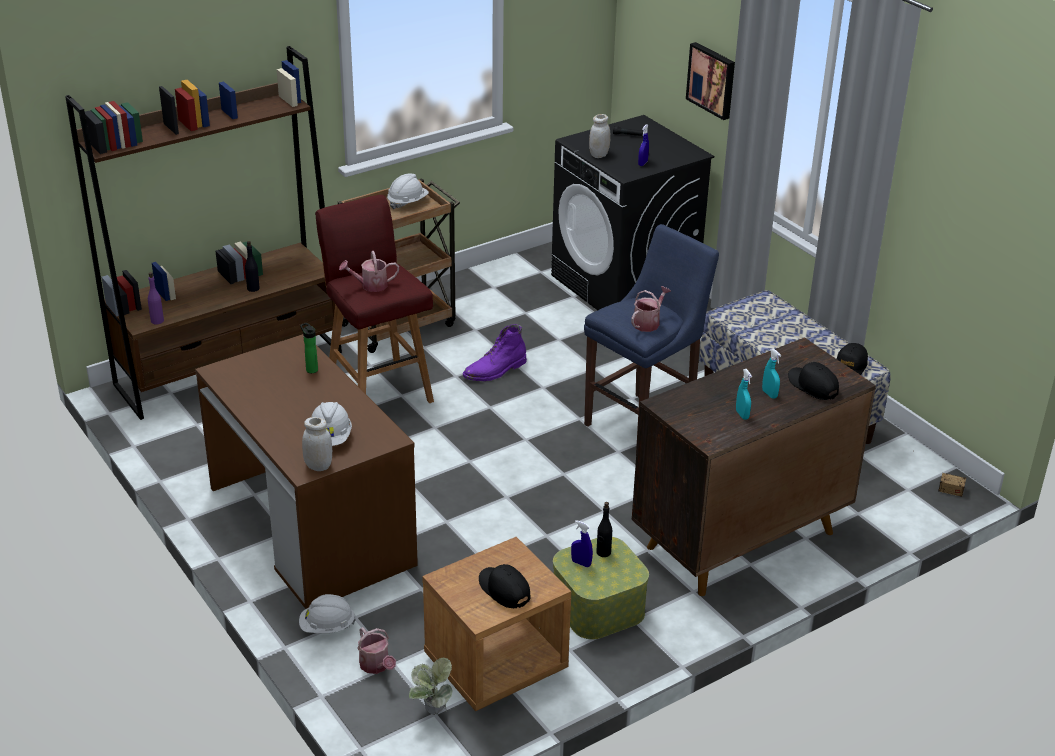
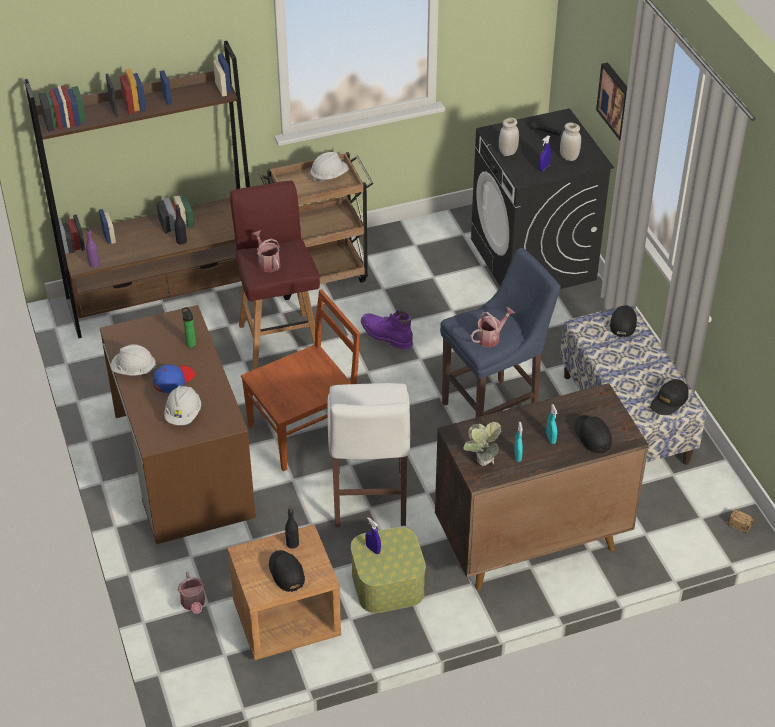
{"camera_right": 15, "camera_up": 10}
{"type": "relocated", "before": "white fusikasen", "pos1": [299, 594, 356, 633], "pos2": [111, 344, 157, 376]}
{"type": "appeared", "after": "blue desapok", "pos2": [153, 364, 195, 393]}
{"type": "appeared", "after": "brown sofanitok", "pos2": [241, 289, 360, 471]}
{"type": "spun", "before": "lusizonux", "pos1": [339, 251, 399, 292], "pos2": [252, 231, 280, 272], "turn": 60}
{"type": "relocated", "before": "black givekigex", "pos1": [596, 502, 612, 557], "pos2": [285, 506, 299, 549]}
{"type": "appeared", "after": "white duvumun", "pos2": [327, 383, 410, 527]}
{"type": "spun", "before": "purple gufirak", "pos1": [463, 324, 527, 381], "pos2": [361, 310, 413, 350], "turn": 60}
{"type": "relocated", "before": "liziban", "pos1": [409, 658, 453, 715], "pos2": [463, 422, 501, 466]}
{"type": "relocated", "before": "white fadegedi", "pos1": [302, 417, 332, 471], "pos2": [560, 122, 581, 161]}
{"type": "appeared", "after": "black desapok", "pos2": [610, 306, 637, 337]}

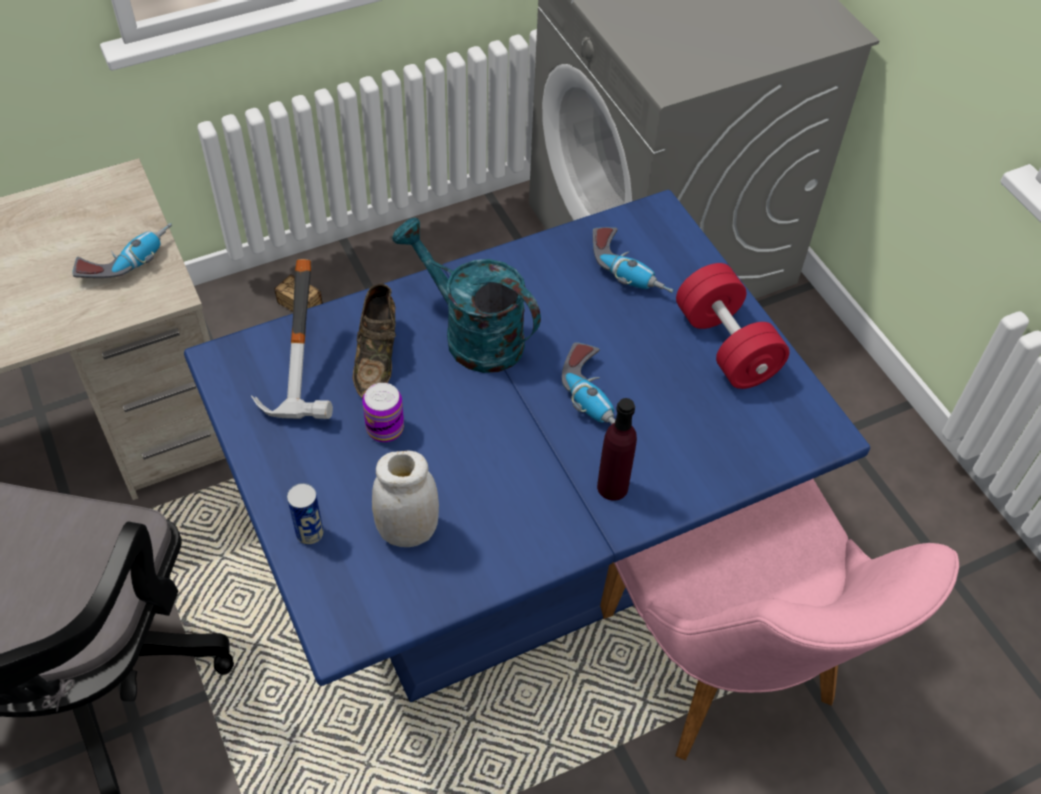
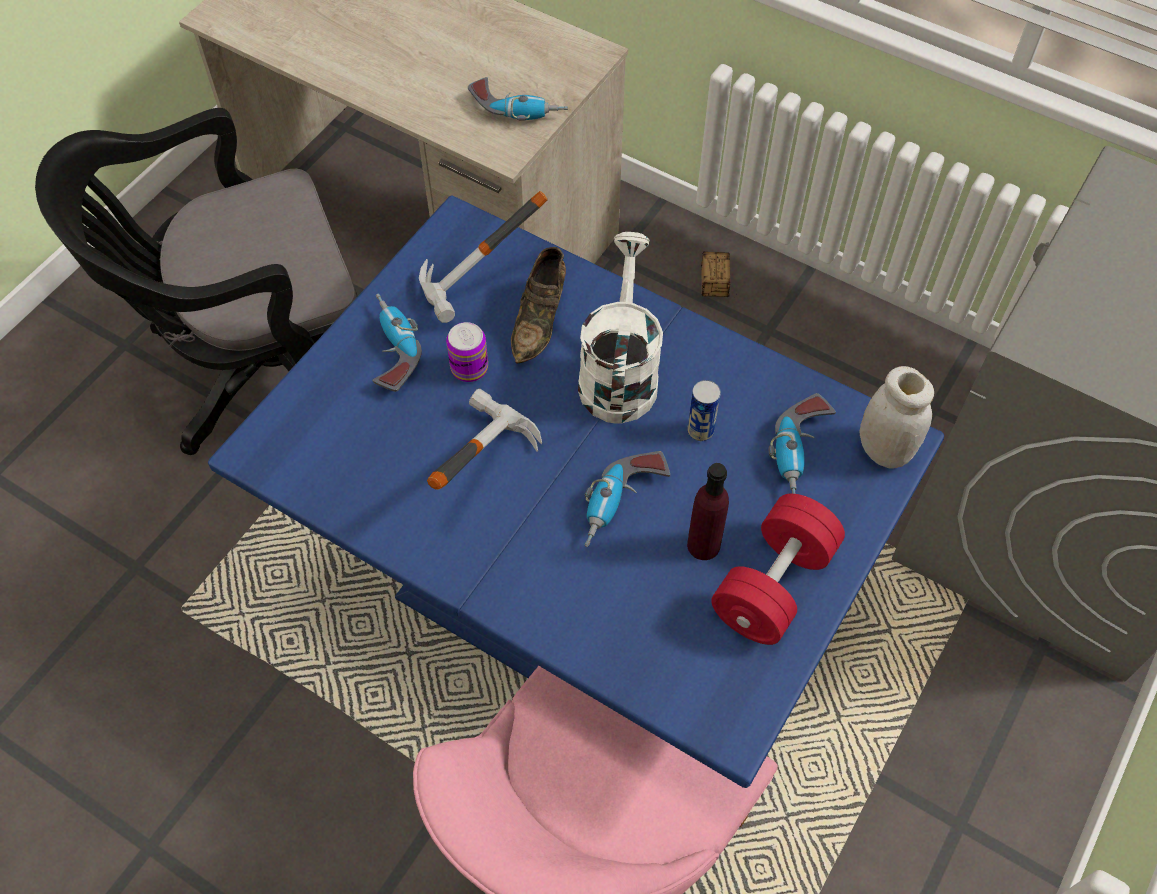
{"camera_right": 60, "camera_up": 5}
{"type": "appeared", "after": "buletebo", "pos2": [372, 294, 422, 392]}
{"type": "appeared", "after": "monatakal", "pos2": [427, 389, 542, 490]}
{"type": "spun", "before": "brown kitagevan", "pos1": [353, 283, 396, 399], "pos2": [511, 247, 566, 364], "turn": -45}
{"type": "colour", "before": "turquoise lusizonux", "after": "white lusizonux", "pos1": [392, 217, 541, 373], "pos2": [578, 232, 663, 423]}
{"type": "relocated", "before": "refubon", "pos1": [287, 483, 324, 545], "pos2": [687, 380, 721, 441]}
{"type": "relocated", "before": "purple givekigex", "pos1": [597, 398, 637, 501], "pos2": [687, 463, 729, 560]}
{"type": "relocated", "before": "white fadegedi", "pos1": [372, 450, 439, 547], "pos2": [860, 366, 934, 469]}

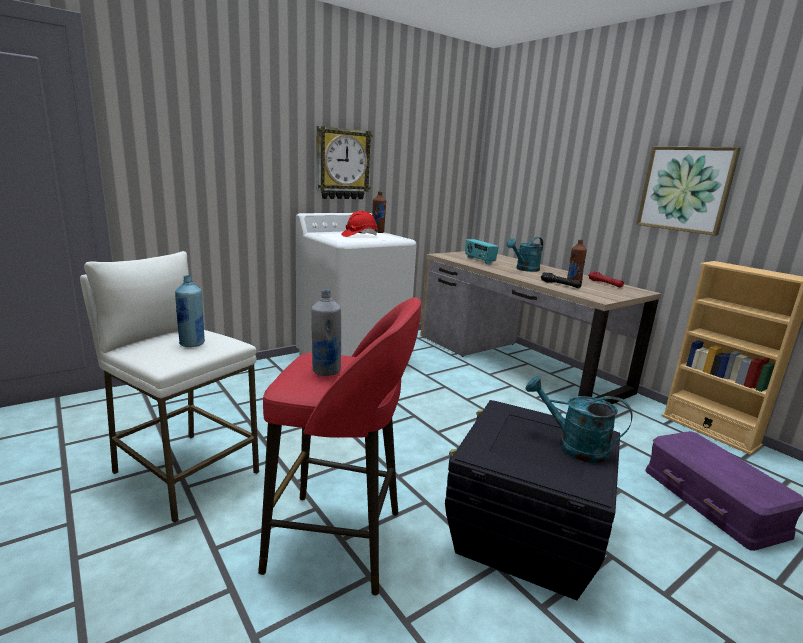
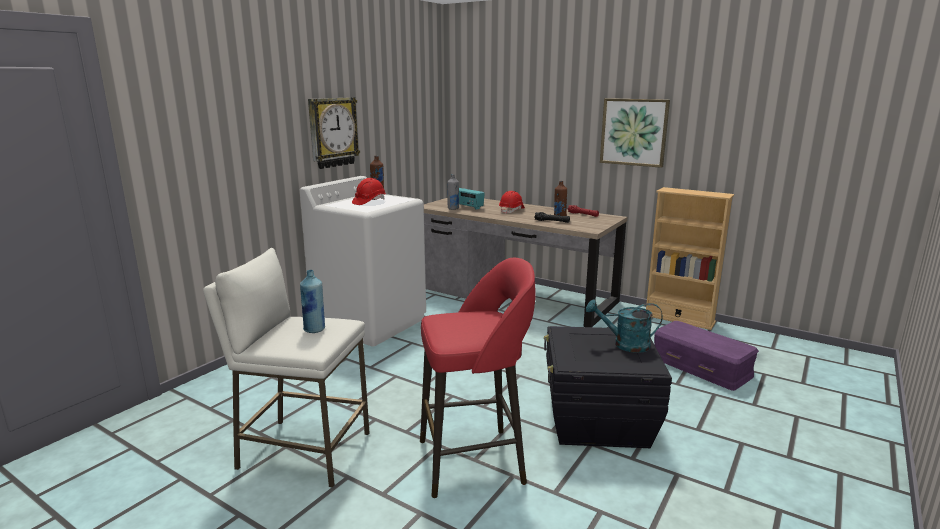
{"camera_right": -20, "camera_up": 0}
{"type": "relocated", "before": "grey givekigex", "pos1": [311, 289, 341, 376], "pos2": [447, 174, 459, 210]}
{"type": "exchanged", "before": "turquoise lusizonux", "after": "red fusikasen", "pos1": [506, 237, 543, 272], "pos2": [499, 191, 525, 214]}

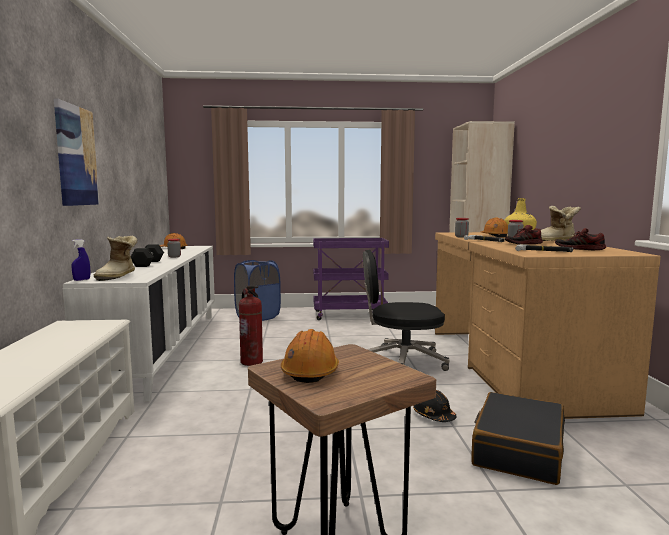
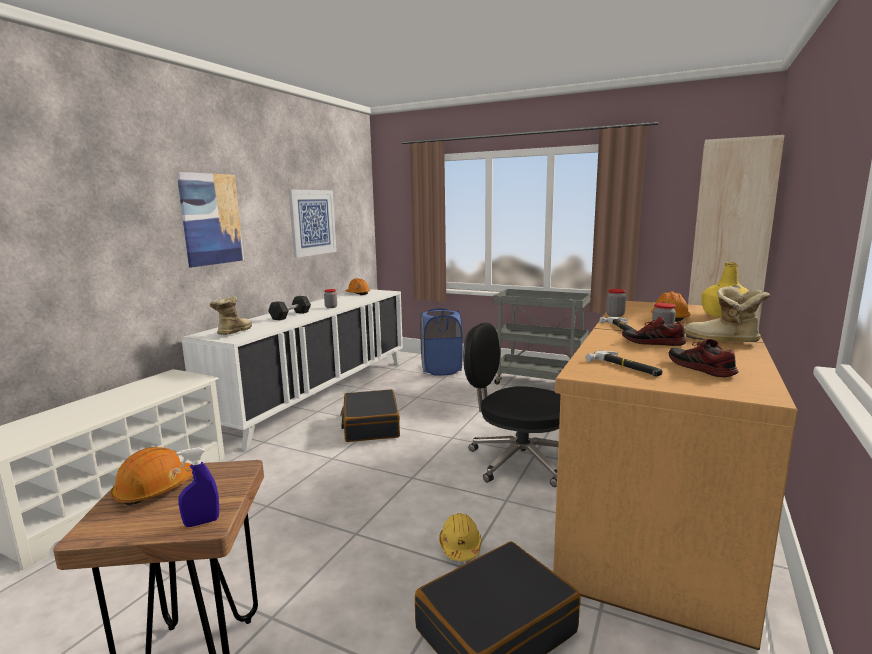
{"camera_right": 30, "camera_up": 5}
{"type": "relocated", "before": "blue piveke", "pos1": [71, 239, 90, 281], "pos2": [177, 447, 219, 527]}
{"type": "spun", "before": "gufirak", "pos1": [94, 236, 137, 281], "pos2": [210, 296, 252, 335], "turn": 150}
{"type": "appeared", "after": "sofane", "pos2": [289, 189, 337, 258]}
{"type": "exchanged", "before": "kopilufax", "after": "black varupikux", "pos1": [239, 286, 263, 366], "pos2": [340, 389, 400, 442]}
{"type": "colour", "before": "black fusikasen", "after": "yellow fusikasen", "pos1": [413, 390, 457, 422], "pos2": [439, 513, 482, 561]}
{"type": "colour", "before": "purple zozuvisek", "after": "grey zozuvisek", "pos1": [313, 238, 389, 320], "pos2": [493, 289, 590, 384]}

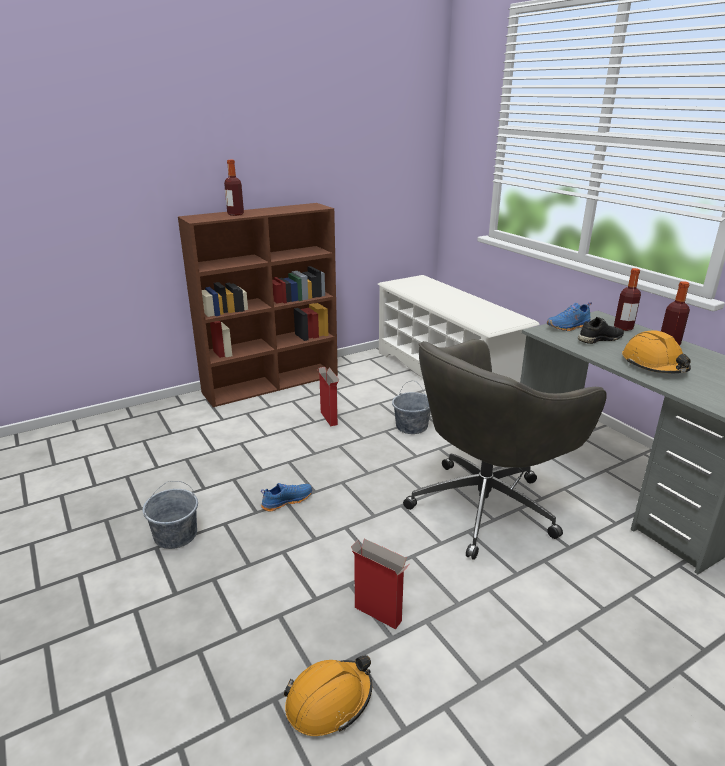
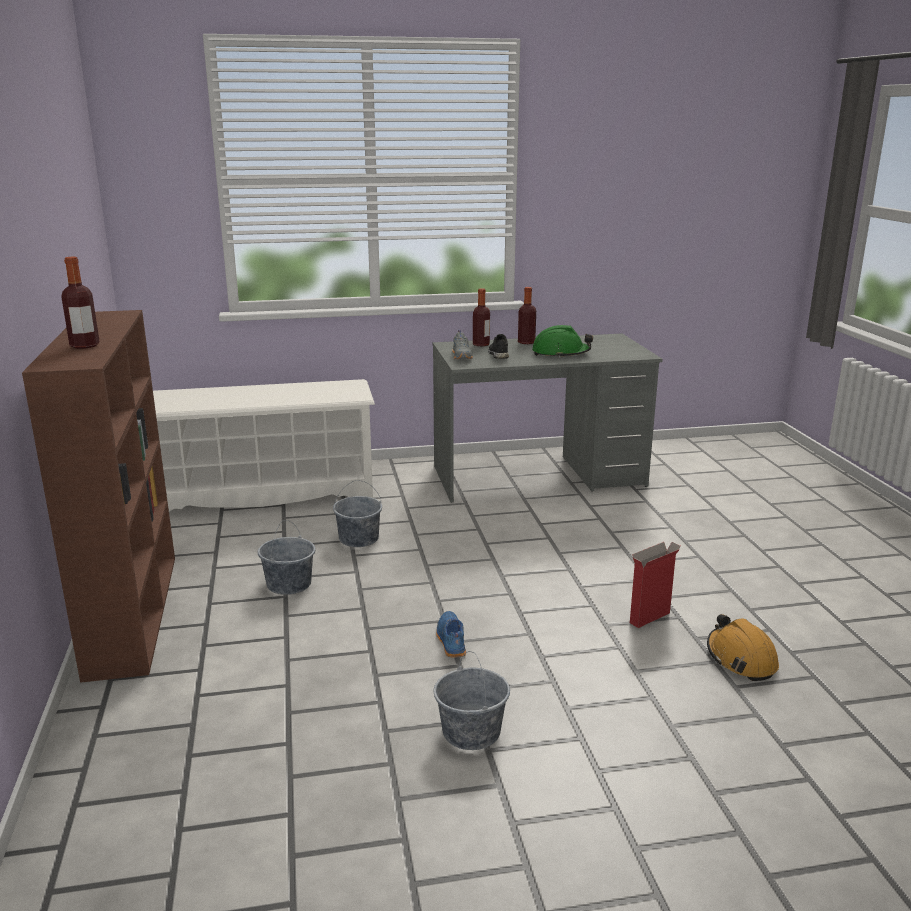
{"camera_right": -70, "camera_up": -5}
{"type": "exchanged", "before": "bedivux", "after": "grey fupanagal", "pos1": [317, 367, 340, 426], "pos2": [258, 520, 315, 595]}
{"type": "colour", "before": "blue kitagevan", "after": "grey kitagevan", "pos1": [547, 302, 592, 331], "pos2": [452, 330, 473, 359]}
{"type": "colour", "before": "orange fusikasen", "after": "green fusikasen", "pos1": [622, 330, 691, 373], "pos2": [532, 325, 593, 358]}
{"type": "missing", "before": "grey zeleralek", "pos1": [403, 339, 607, 560]}

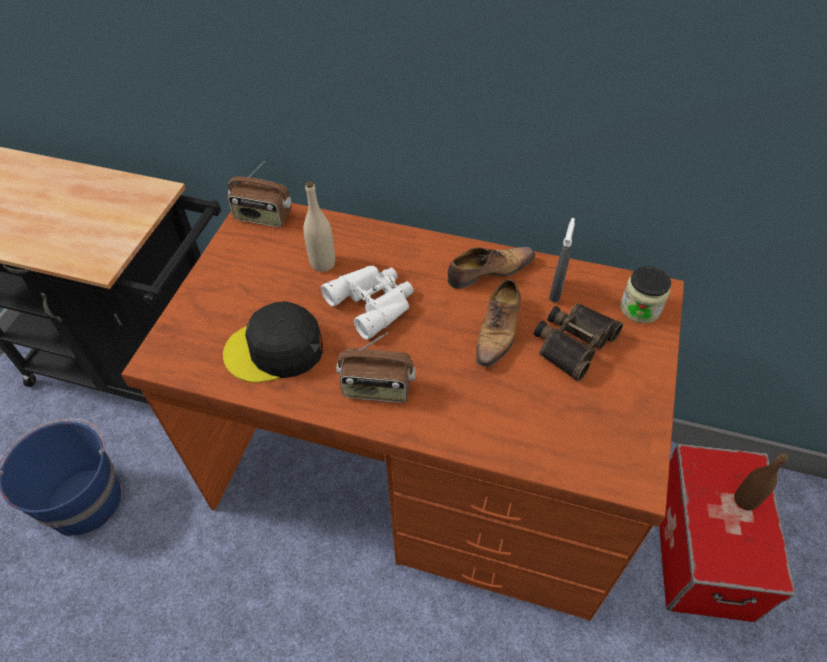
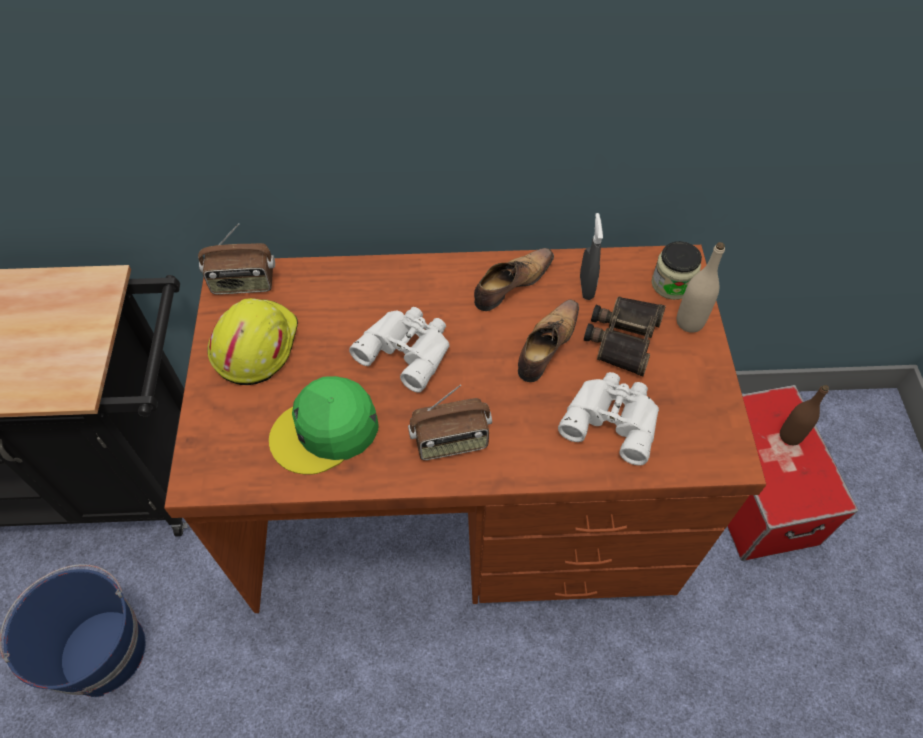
{"camera_right": -20, "camera_up": 5}
{"type": "appeared", "after": "yellow fusikasen", "pos2": [207, 298, 298, 385]}
{"type": "colour", "before": "black desapok", "after": "green desapok", "pos1": [223, 301, 323, 383], "pos2": [269, 376, 379, 475]}
{"type": "spun", "before": "kitagevan", "pos1": [476, 279, 521, 367], "pos2": [518, 300, 579, 382], "turn": -150}
{"type": "appeared", "after": "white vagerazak", "pos2": [558, 372, 659, 465]}
{"type": "relocated", "before": "beige givekigex", "pos1": [303, 181, 335, 272], "pos2": [677, 242, 725, 333]}

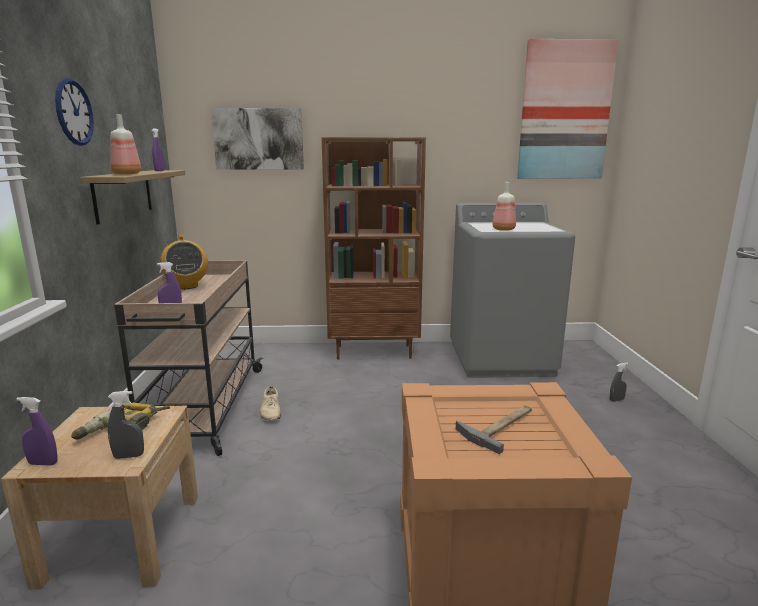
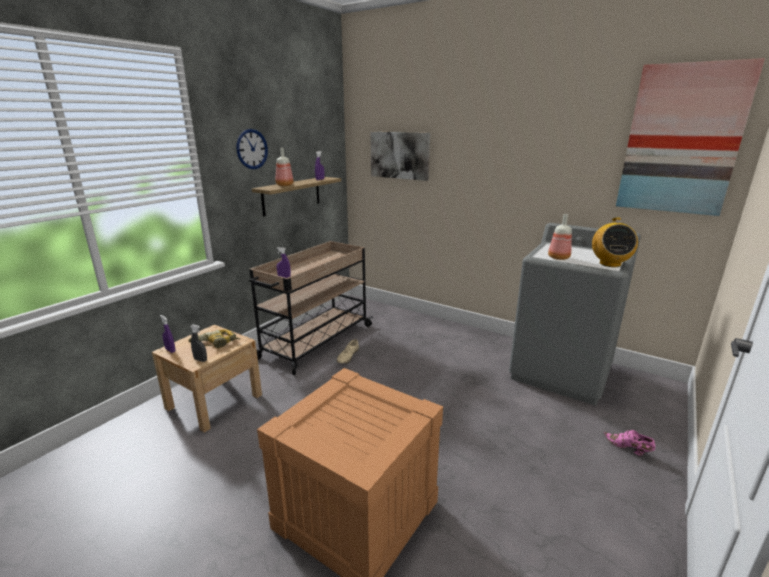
{"camera_right": 35, "camera_up": 5}
{"type": "relocated", "before": "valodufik", "pos1": [160, 235, 208, 289], "pos2": [592, 217, 638, 267]}
{"type": "exchanged", "before": "grey piveke", "after": "pink kitagevan", "pos1": [610, 363, 628, 402], "pos2": [604, 430, 655, 456]}
{"type": "missing", "before": "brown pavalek", "pos1": [321, 137, 426, 360]}
{"type": "missing", "before": "monatakal", "pos1": [456, 405, 532, 454]}

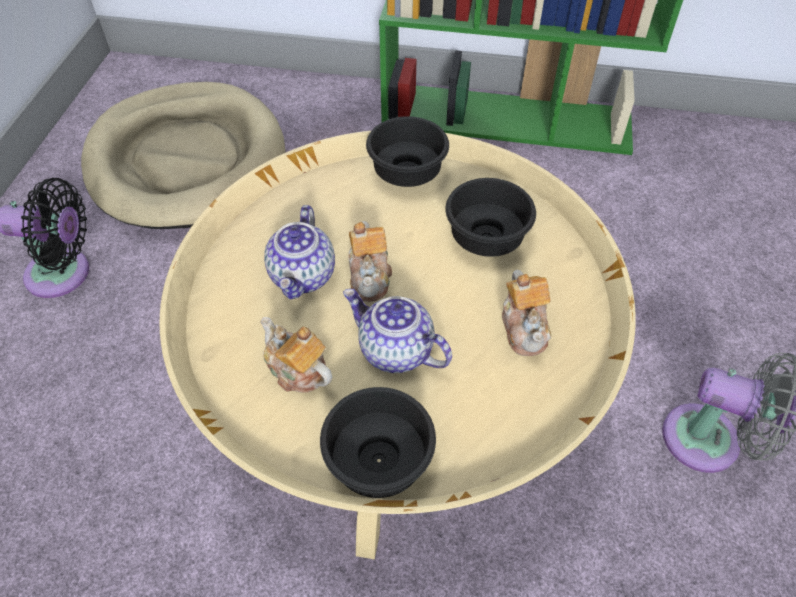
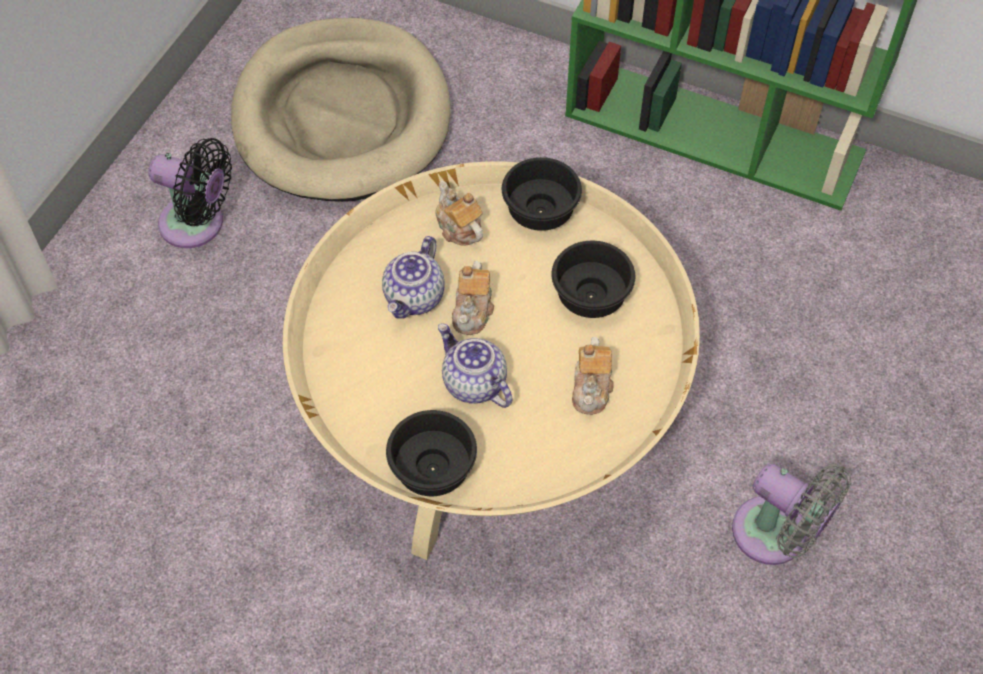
{"camera_right": 15, "camera_up": 5}
{"type": "relocated", "before": "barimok", "pos1": [260, 317, 332, 393], "pos2": [435, 181, 483, 246]}

